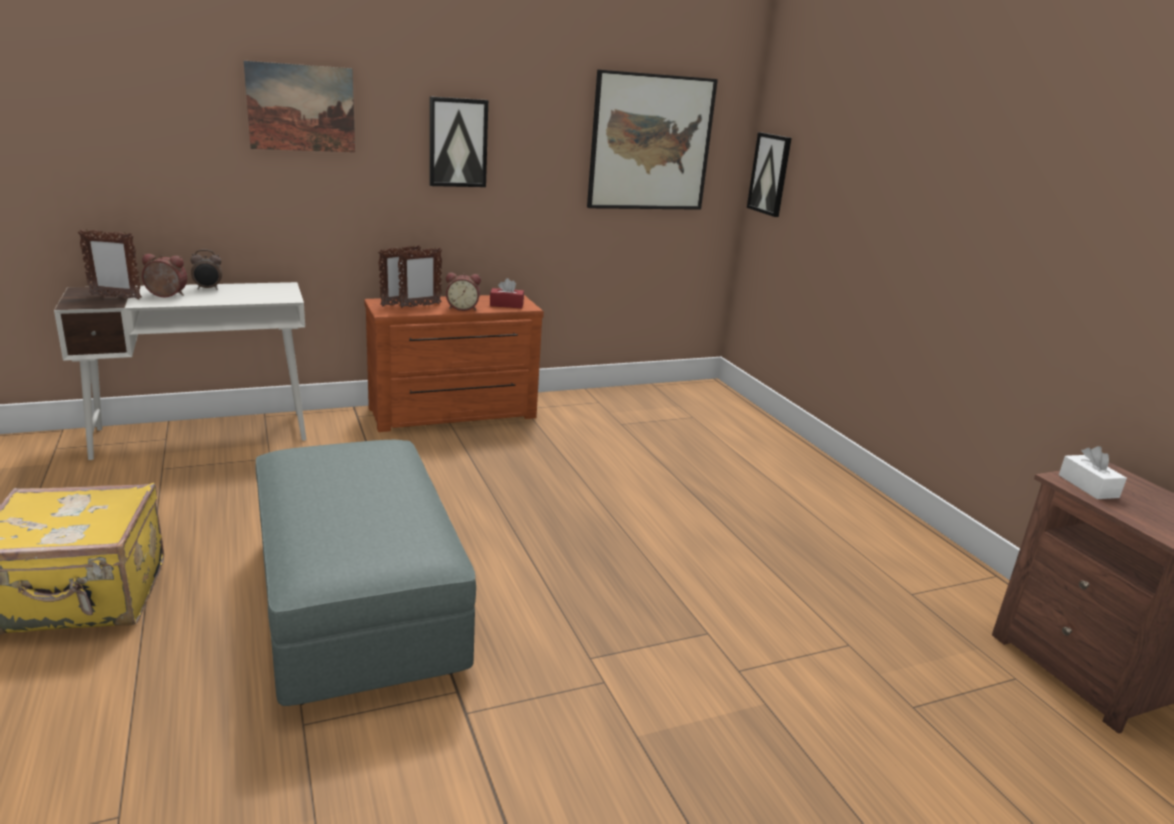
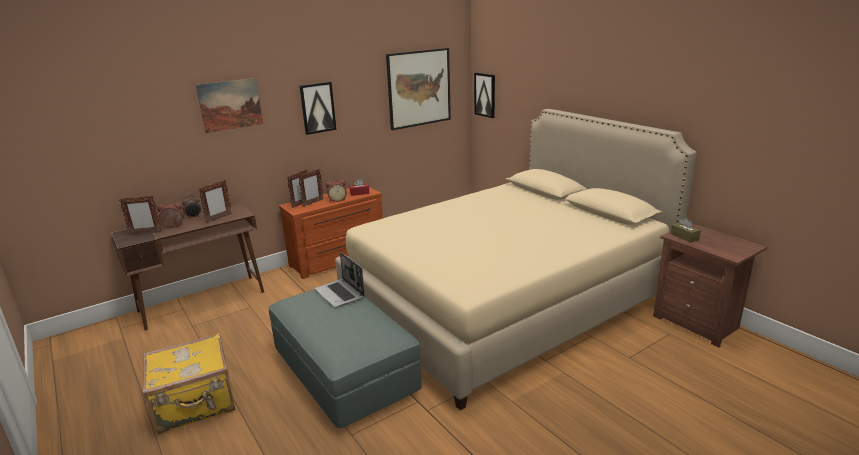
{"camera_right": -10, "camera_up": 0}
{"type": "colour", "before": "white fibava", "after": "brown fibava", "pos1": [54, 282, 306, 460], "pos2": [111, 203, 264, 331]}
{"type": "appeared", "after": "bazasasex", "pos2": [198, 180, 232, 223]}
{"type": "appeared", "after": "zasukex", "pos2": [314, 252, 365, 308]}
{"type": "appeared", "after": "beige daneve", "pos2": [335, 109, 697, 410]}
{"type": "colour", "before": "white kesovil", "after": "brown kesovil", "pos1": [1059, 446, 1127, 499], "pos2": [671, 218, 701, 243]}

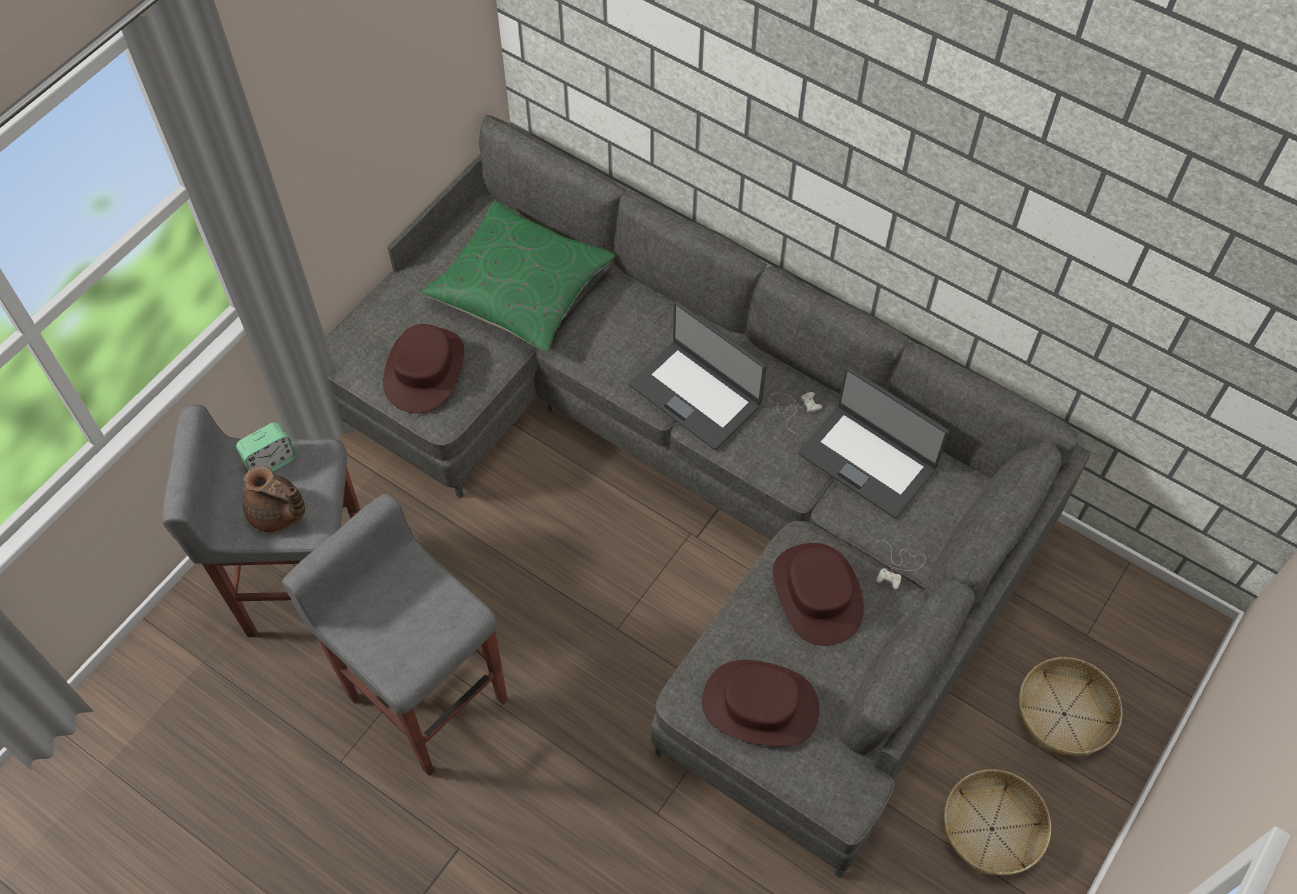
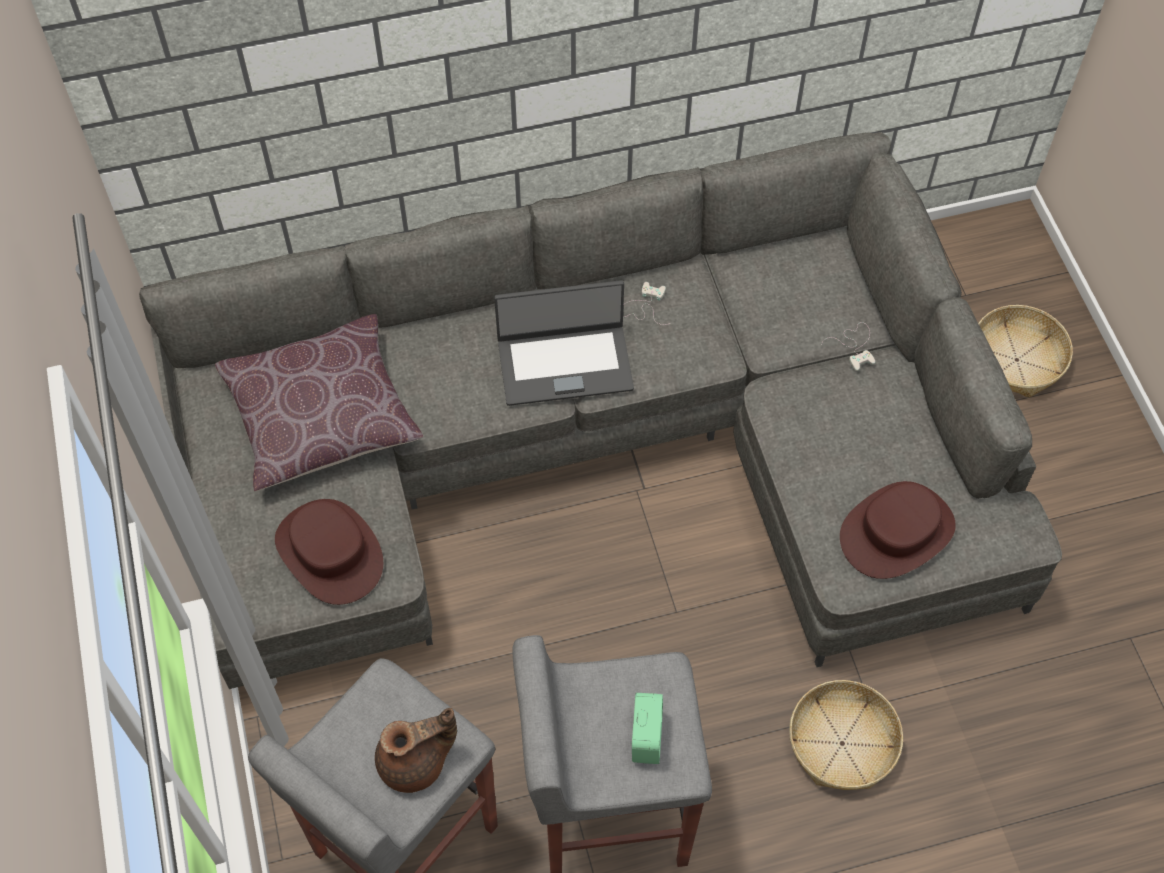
{"camera_right": -50, "camera_up": 0}
{"type": "colour", "before": "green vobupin", "after": "brown vobupin", "pos1": [421, 201, 615, 352], "pos2": [215, 314, 423, 491]}
{"type": "relocated", "before": "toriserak", "pos1": [236, 422, 296, 472], "pos2": [632, 693, 663, 764]}
{"type": "relocated", "before": "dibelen", "pos1": [944, 769, 1051, 875], "pos2": [789, 680, 903, 790]}
{"type": "missing", "before": "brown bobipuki", "pos1": [773, 543, 864, 646]}
{"type": "missing", "before": "zasukex", "pos1": [798, 367, 949, 518]}

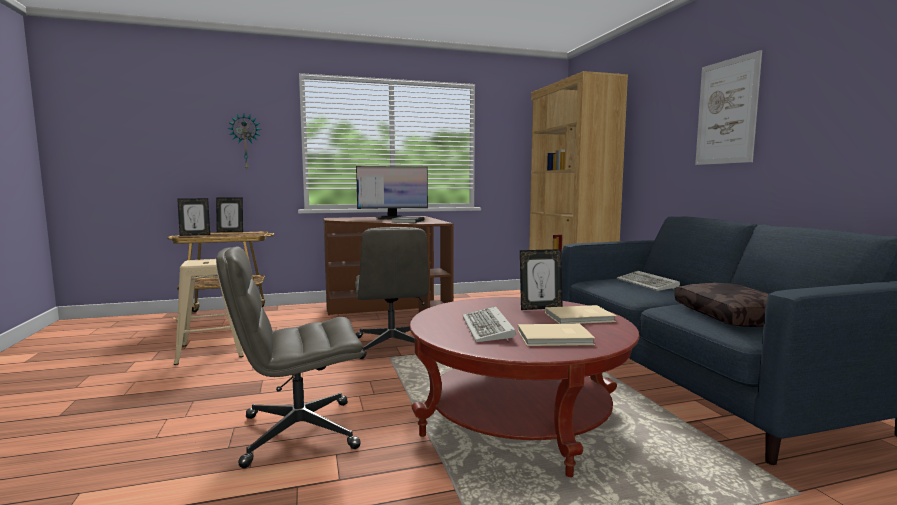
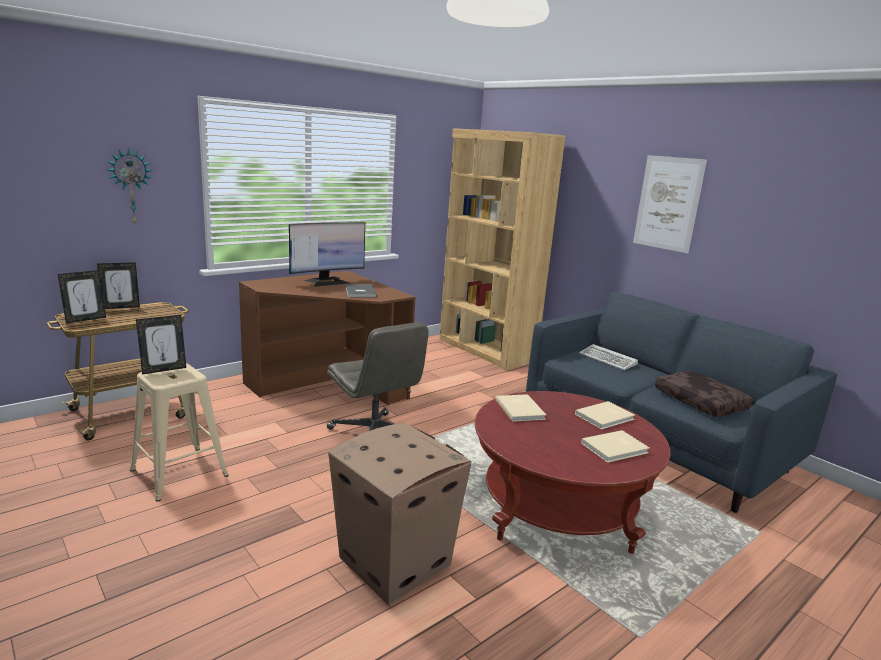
{"camera_right": -25, "camera_up": 10}
{"type": "relocated", "before": "bazasasex", "pos1": [520, 249, 563, 310], "pos2": [136, 315, 186, 375]}
{"type": "exchanged", "before": "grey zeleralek", "after": "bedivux", "pos1": [216, 246, 364, 468], "pos2": [328, 423, 471, 605]}
{"type": "appeared", "after": "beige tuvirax", "pos2": [495, 394, 546, 422]}
{"type": "missing", "before": "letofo", "pos1": [462, 306, 516, 342]}

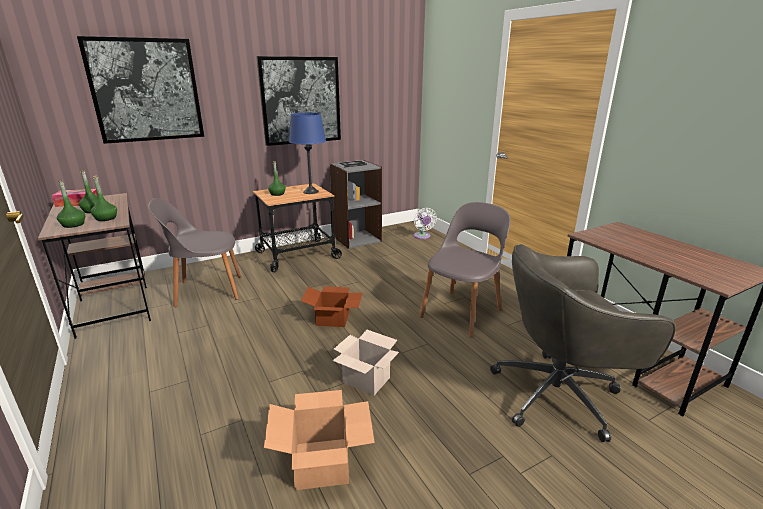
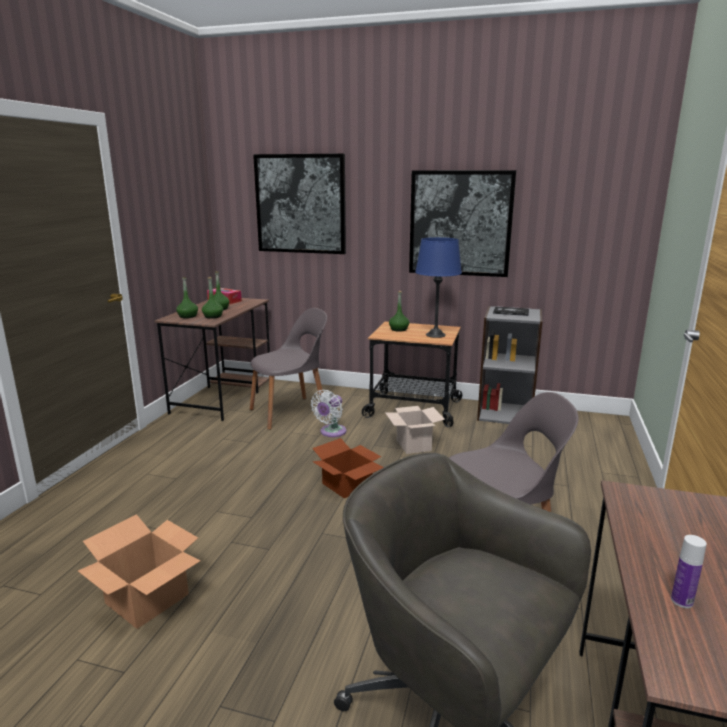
{"camera_right": 45, "camera_up": -5}
{"type": "spun", "before": "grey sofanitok", "pos1": [148, 198, 241, 307], "pos2": [250, 308, 327, 430], "turn": 120}
{"type": "relocated", "before": "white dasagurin", "pos1": [413, 208, 437, 239], "pos2": [311, 390, 346, 437]}
{"type": "relocated", "before": "bedivux", "pos1": [332, 329, 399, 396], "pos2": [386, 406, 445, 454]}
{"type": "appeared", "after": "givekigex", "pos2": [671, 535, 707, 608]}

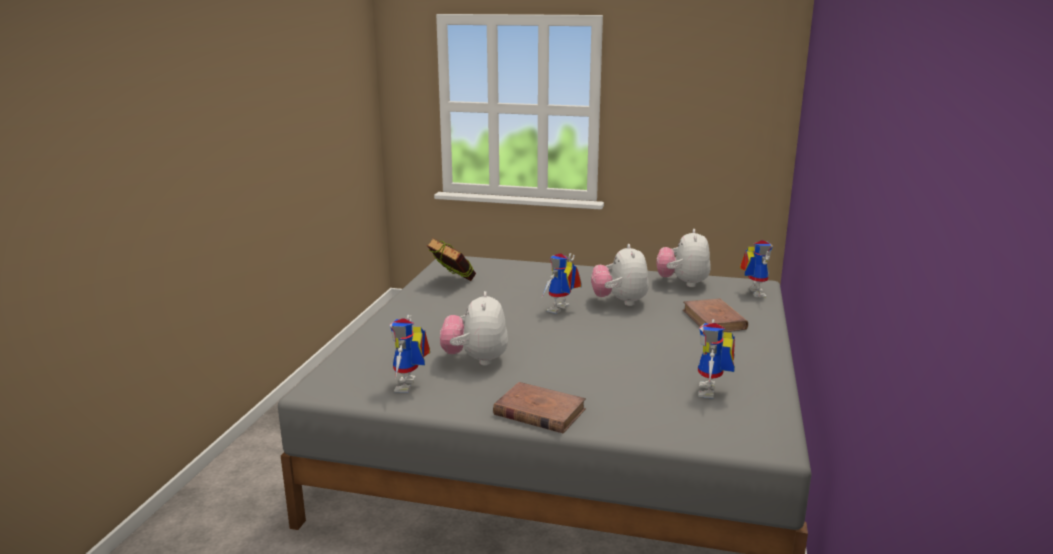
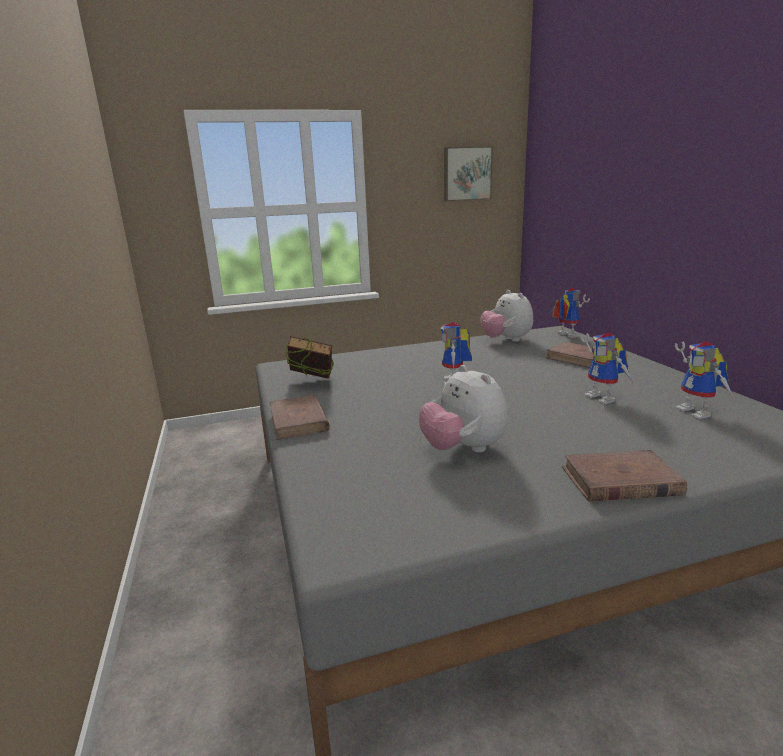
{"camera_right": -30, "camera_up": 0}
{"type": "appeared", "after": "brown tuvirax", "pos2": [269, 395, 329, 440]}
{"type": "appeared", "after": "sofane", "pos2": [444, 146, 493, 201]}
{"type": "relocated", "before": "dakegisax", "pos1": [390, 315, 430, 393], "pos2": [581, 332, 634, 404]}
{"type": "missing", "before": "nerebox", "pos1": [591, 244, 649, 306]}

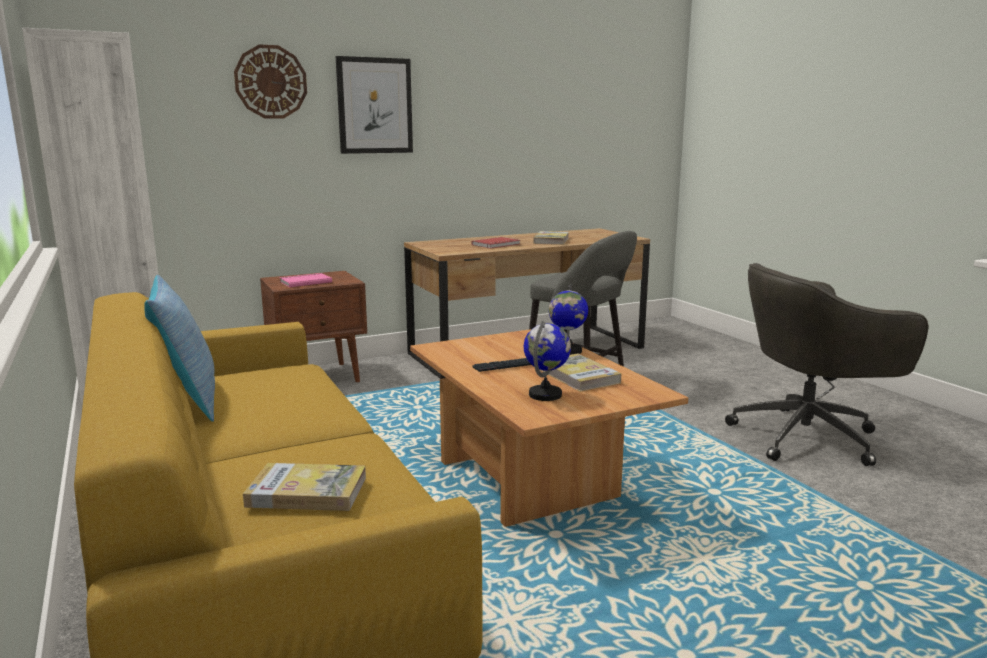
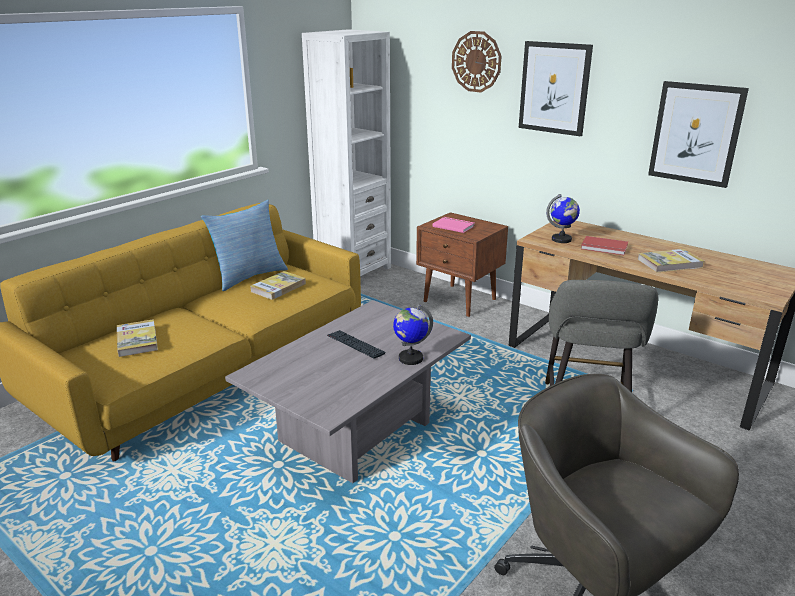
{"camera_right": 65, "camera_up": 10}
{"type": "colour", "before": "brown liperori", "after": "grey liperori", "pos1": [410, 329, 688, 527], "pos2": [225, 300, 471, 483]}
{"type": "relocated", "before": "tuvirax", "pos1": [539, 353, 621, 392], "pos2": [250, 271, 306, 300]}
{"type": "relocated", "before": "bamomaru", "pos1": [524, 321, 571, 401], "pos2": [546, 194, 580, 243]}
{"type": "appeared", "after": "sofane", "pos2": [648, 81, 749, 188]}

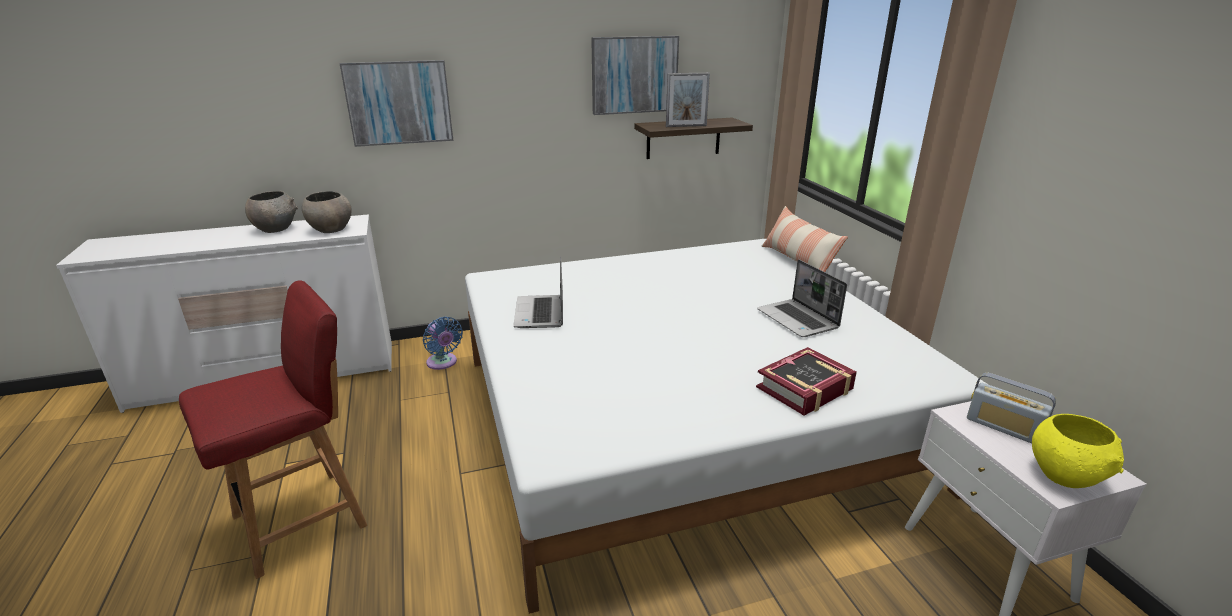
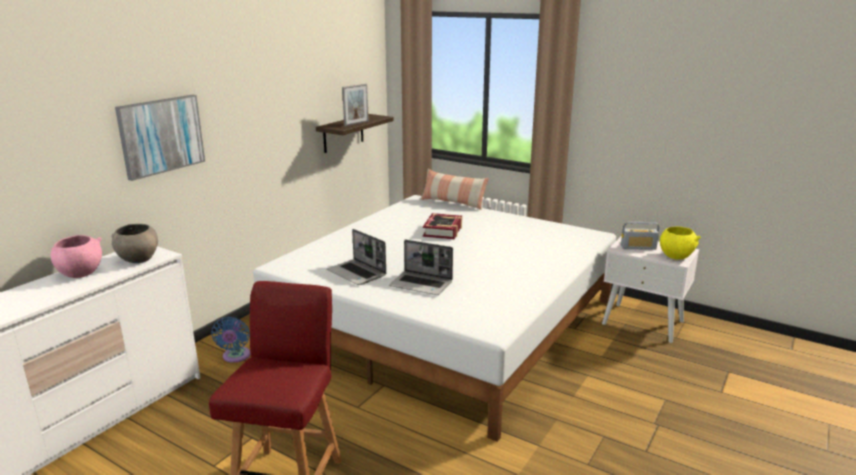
{"camera_right": -40, "camera_up": -5}
{"type": "colour", "before": "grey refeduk", "after": "pink refeduk", "pos1": [245, 191, 298, 233], "pos2": [51, 235, 102, 278]}
{"type": "spun", "before": "blue dasagurin", "pos1": [423, 317, 463, 370], "pos2": [211, 317, 251, 363], "turn": 75}
{"type": "relocated", "before": "zasukex", "pos1": [757, 260, 847, 337], "pos2": [389, 240, 453, 295]}
{"type": "relocated", "before": "tuvirax", "pos1": [756, 347, 857, 416], "pos2": [423, 213, 462, 239]}
{"type": "missing", "before": "sofane", "pos1": [591, 36, 679, 115]}

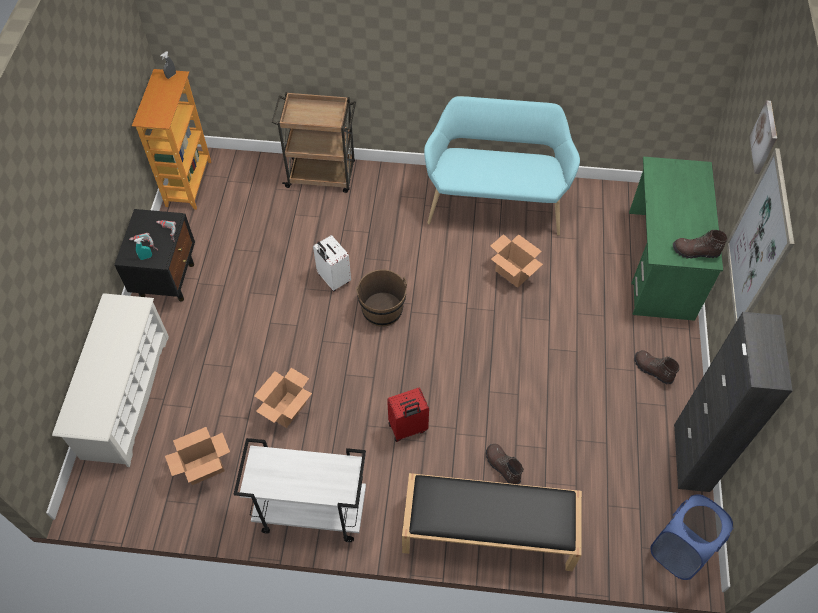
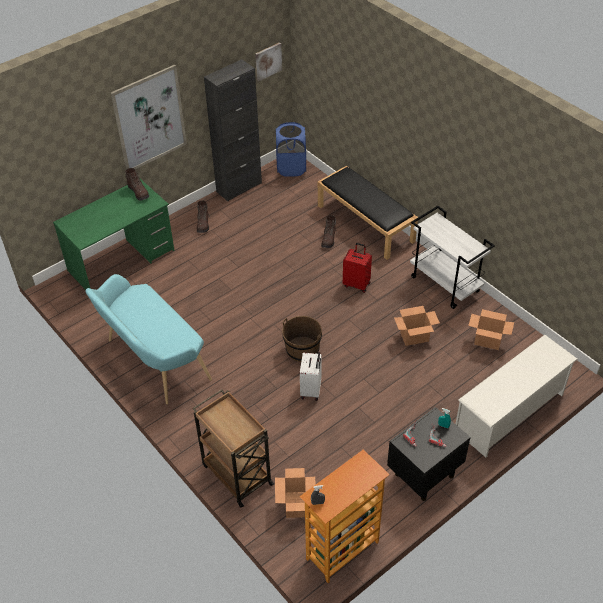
{"camera_right": -135, "camera_up": -10}
{"type": "relocated", "before": "sofane", "pos1": [749, 100, 777, 174], "pos2": [255, 42, 282, 81]}
{"type": "relocated", "before": "bedivux", "pos1": [491, 234, 543, 288], "pos2": [275, 468, 316, 518]}

